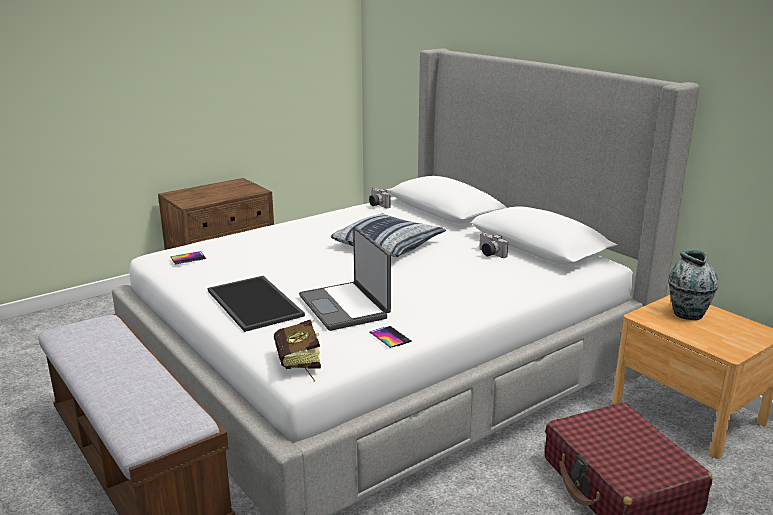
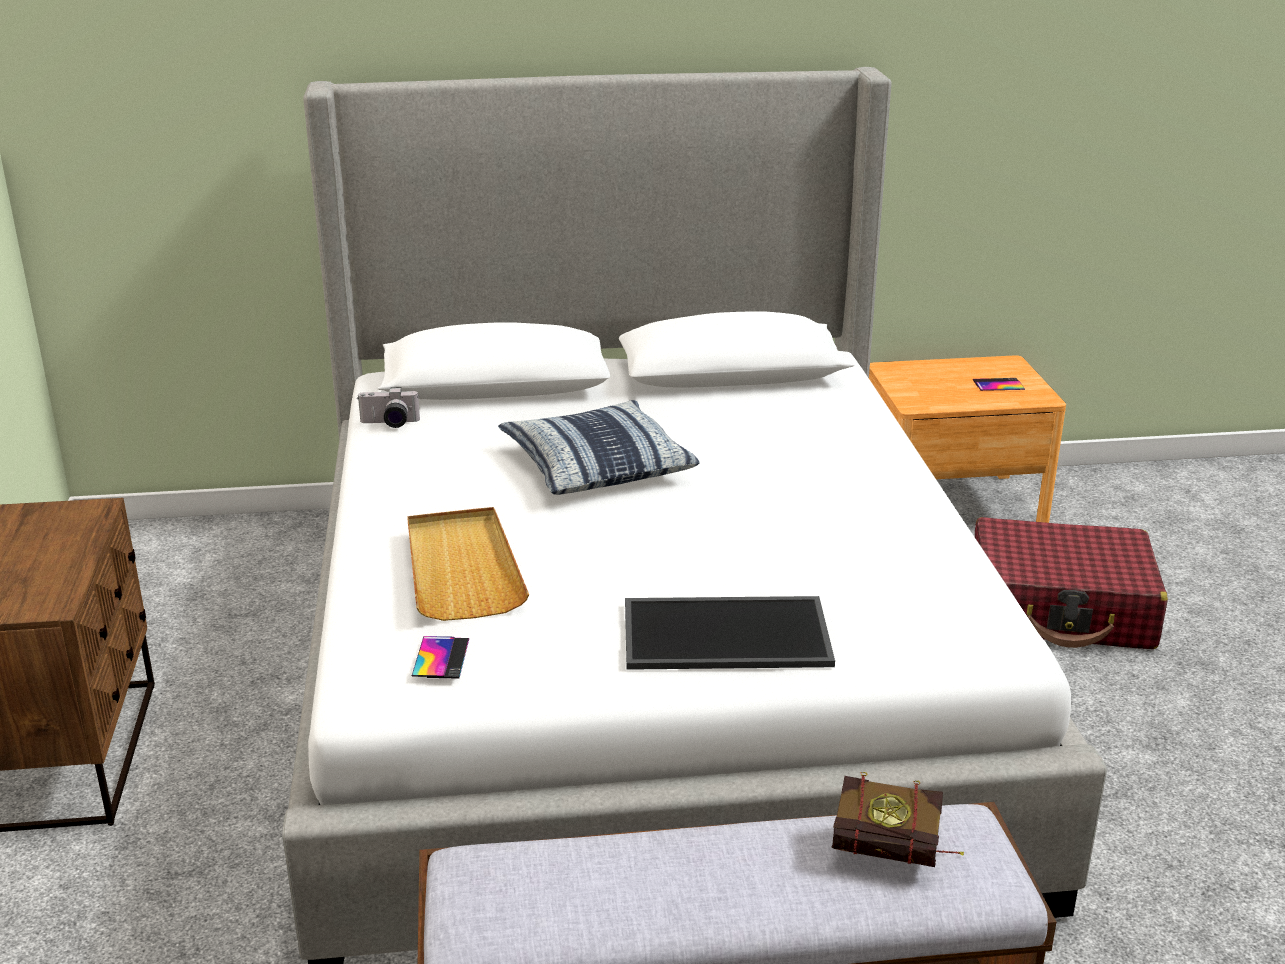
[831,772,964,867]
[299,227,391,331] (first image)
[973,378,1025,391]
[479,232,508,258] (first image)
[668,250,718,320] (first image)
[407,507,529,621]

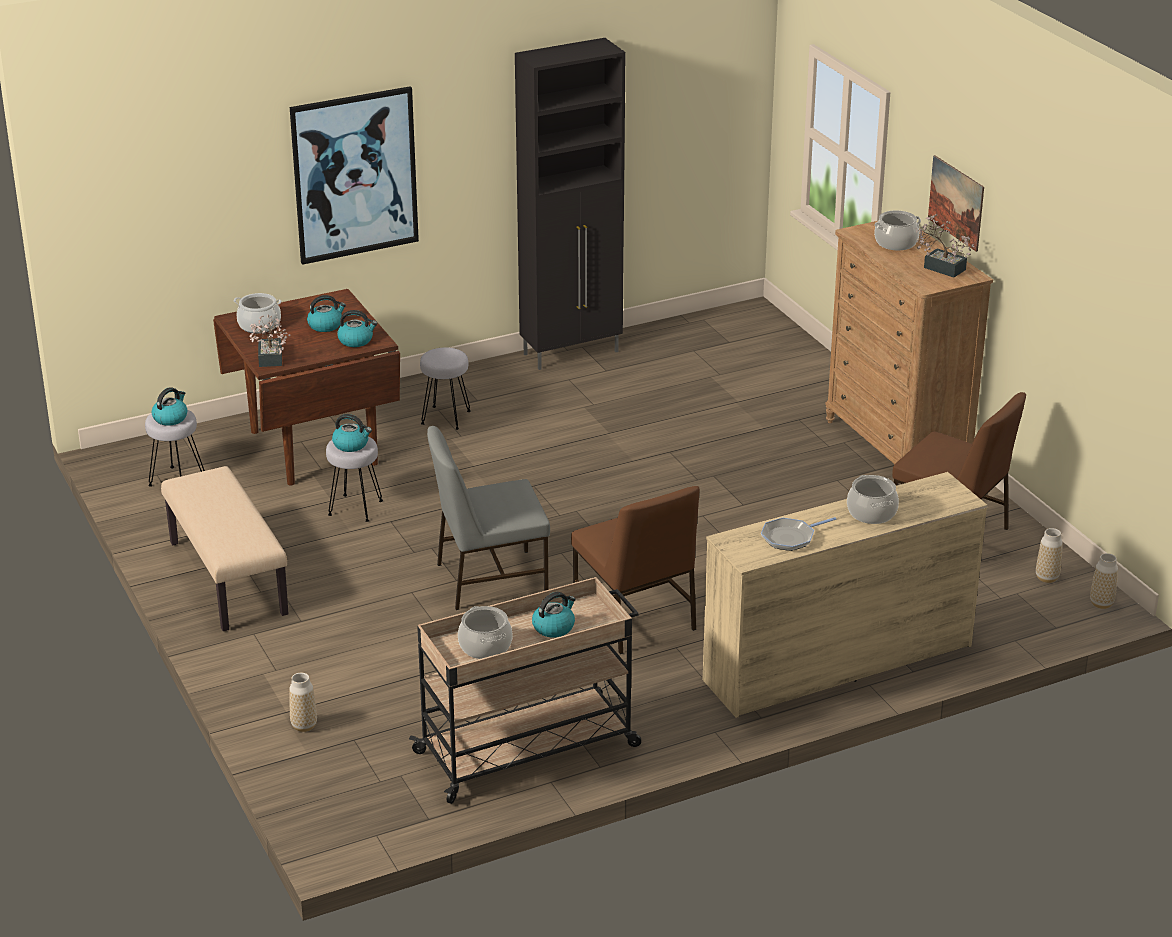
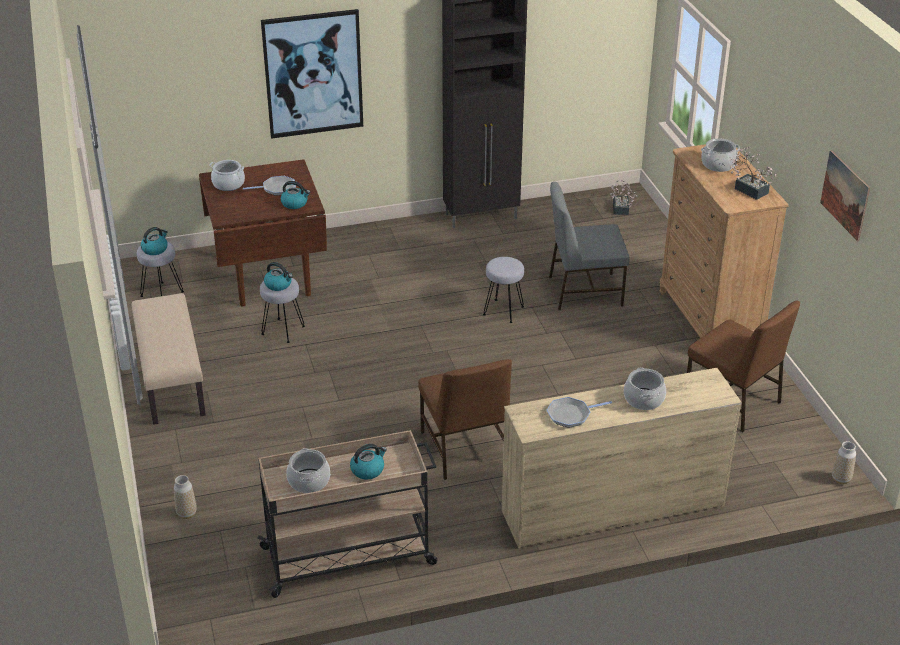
[610,180,637,215]
[243,176,296,196]
[483,257,524,323]
[549,182,629,310]
[820,150,870,242]
[1036,528,1063,583] (first image)

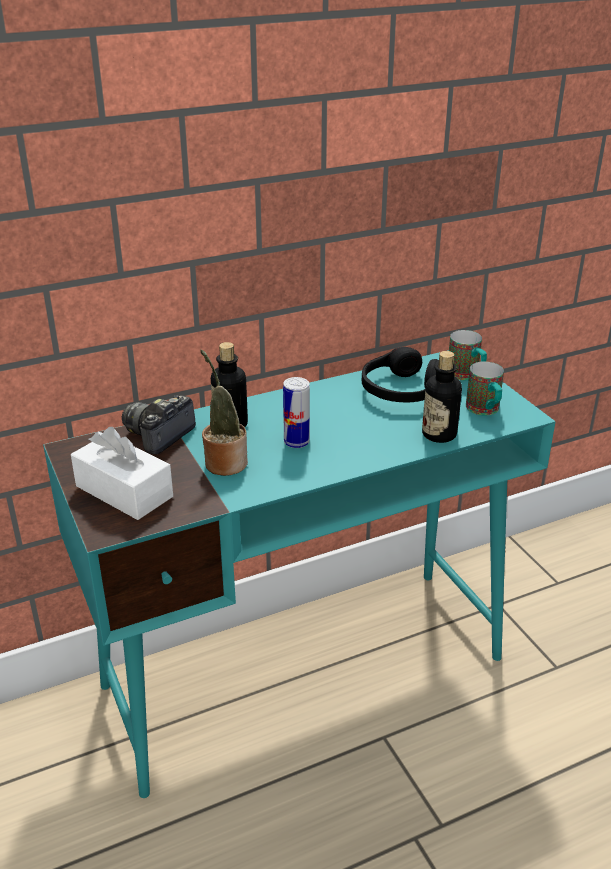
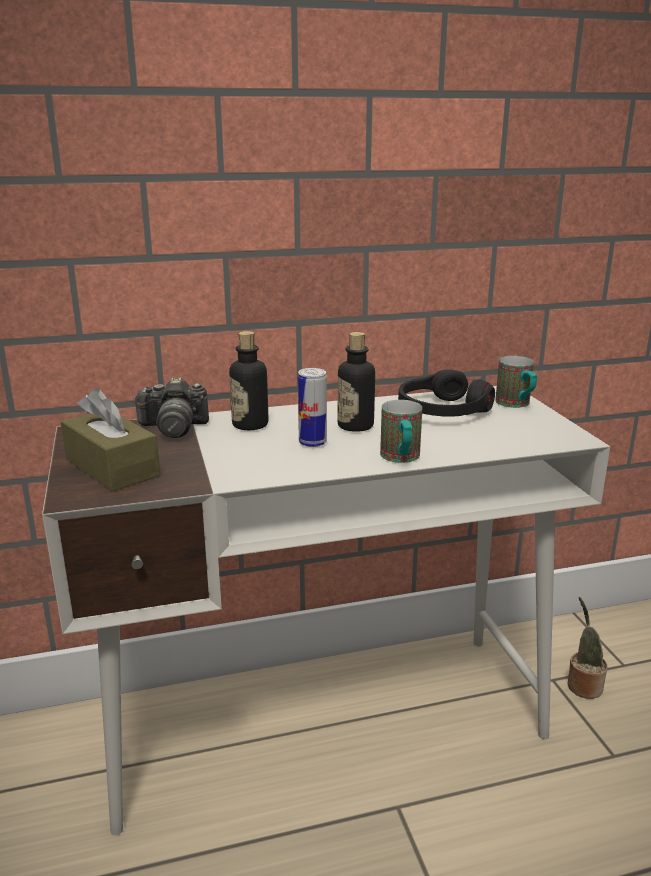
[42,386,610,836]
[61,388,160,491]
[133,377,209,438]
[568,597,607,699]
[338,332,375,432]
[380,400,422,463]

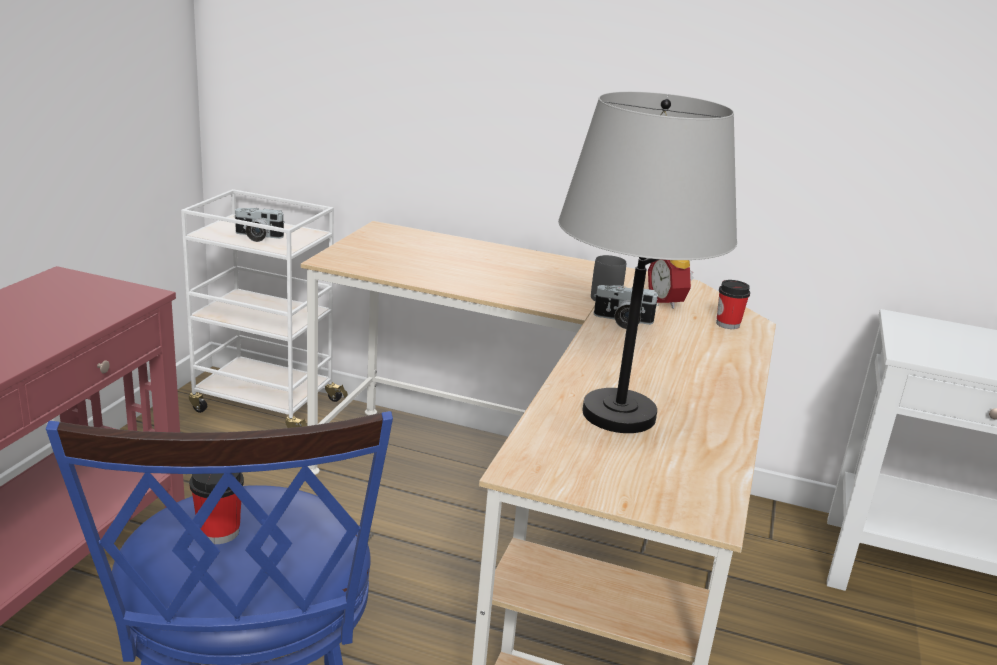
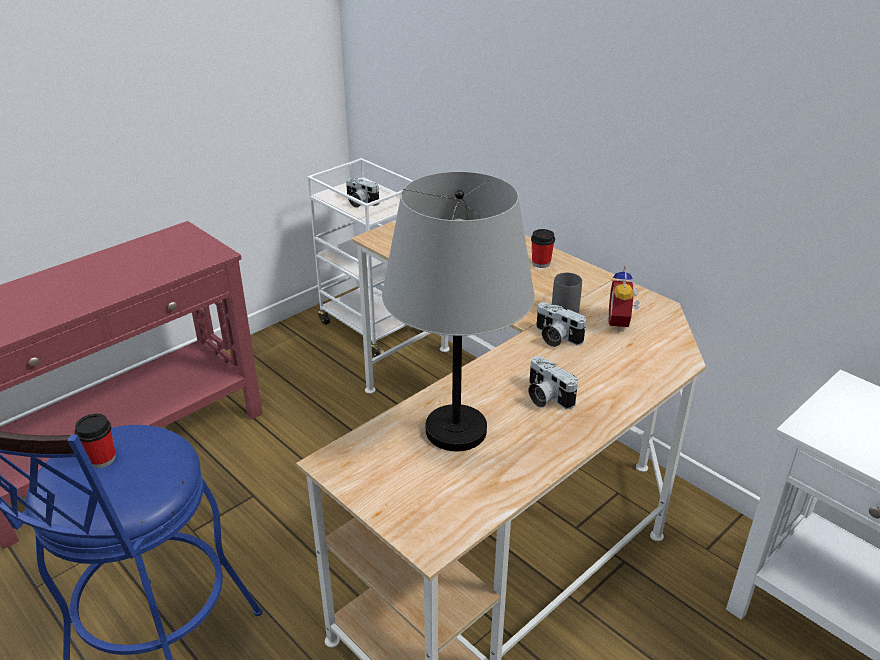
[531,229,555,268]
[528,356,578,409]

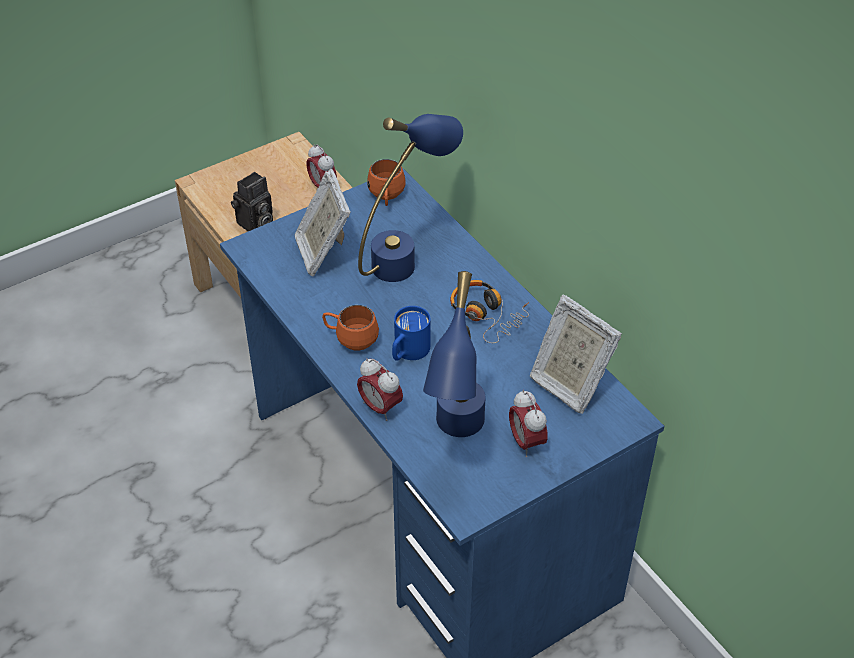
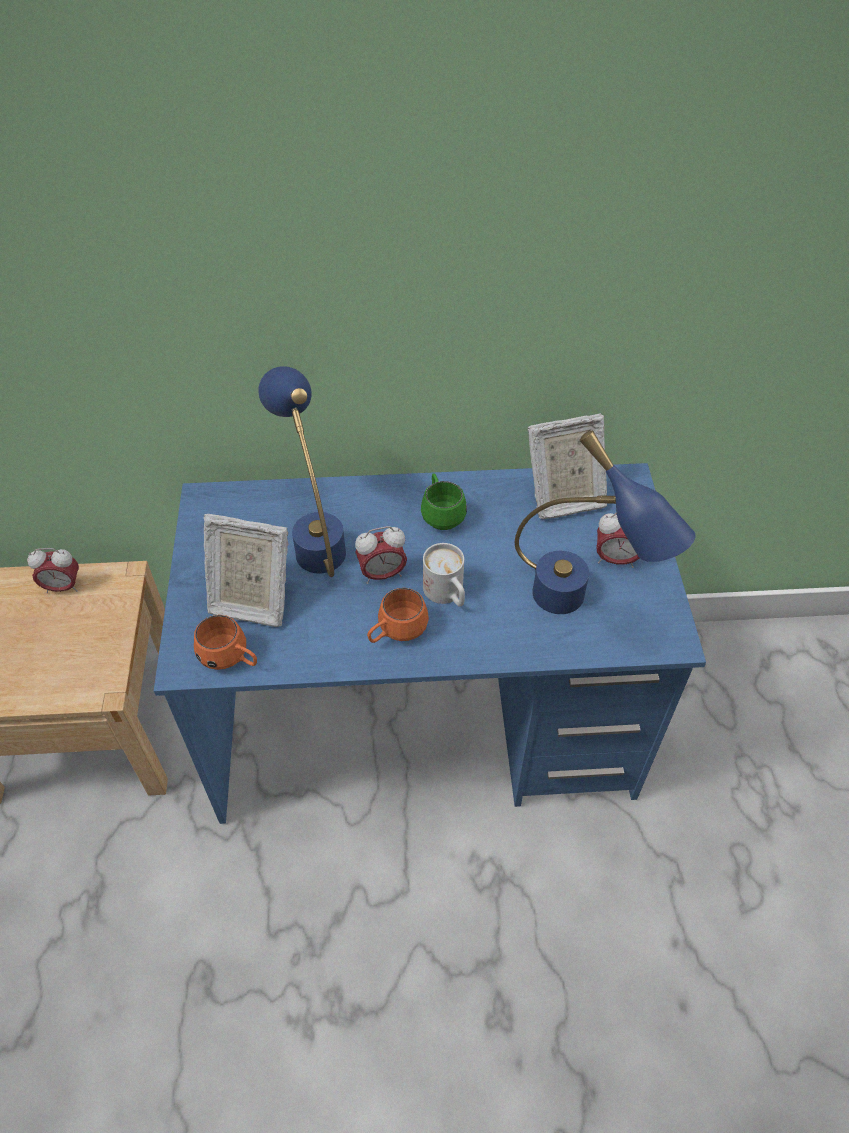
[231,172,273,231] (first image)
[355,526,407,584]
[194,615,257,670]
[423,543,465,607]
[421,473,467,530]

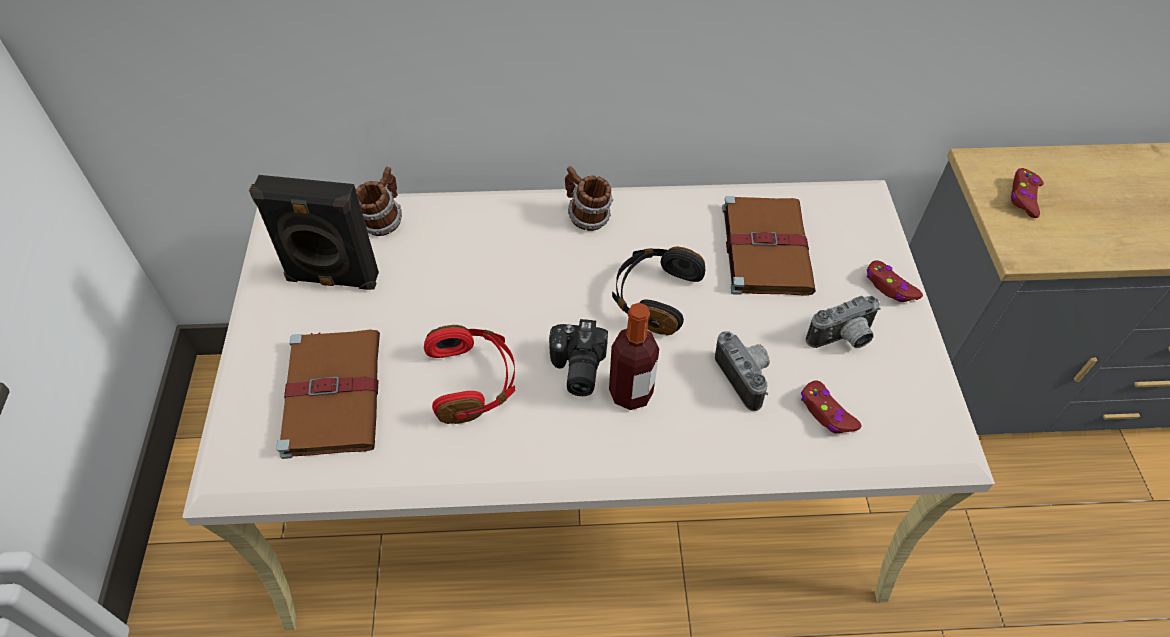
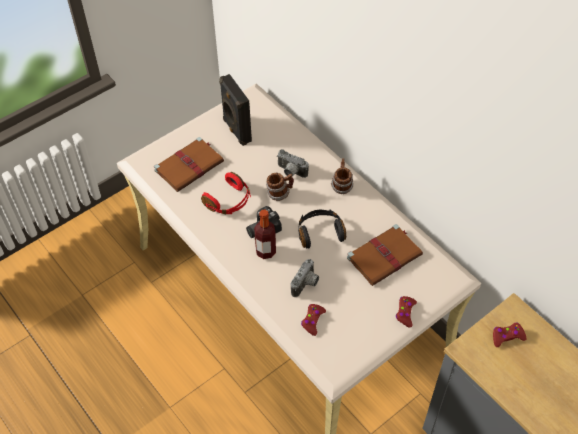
[266,173,294,201]
[277,149,309,178]

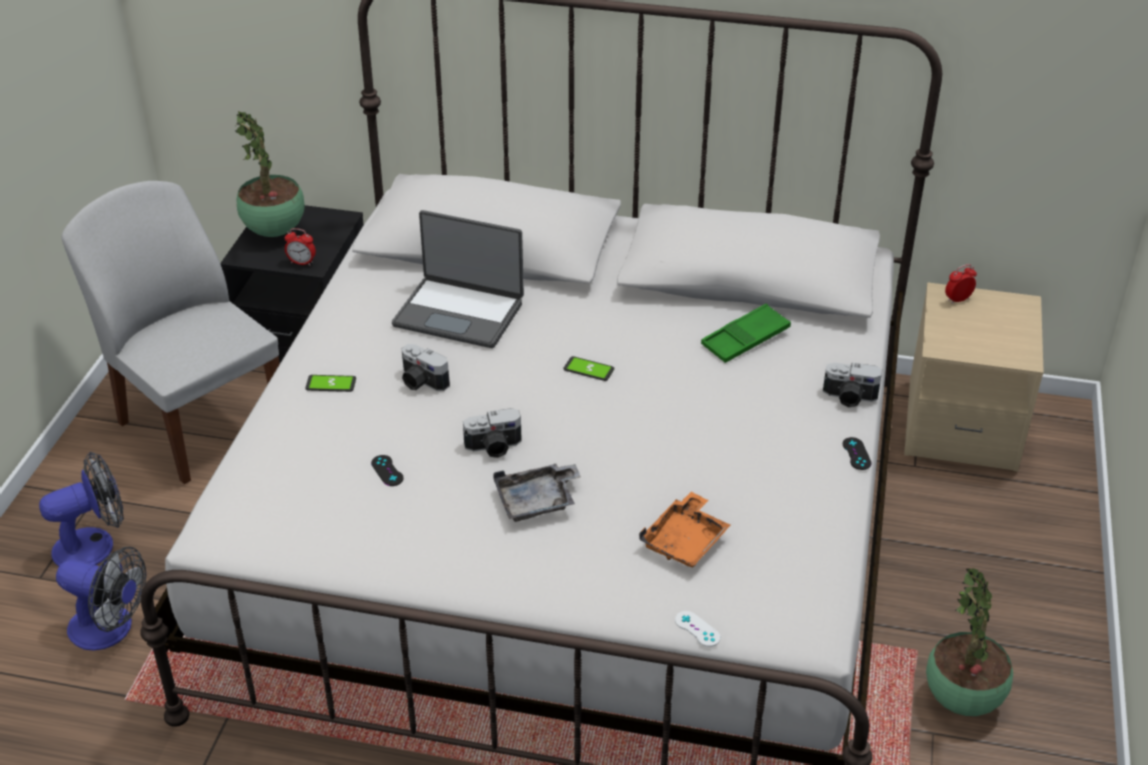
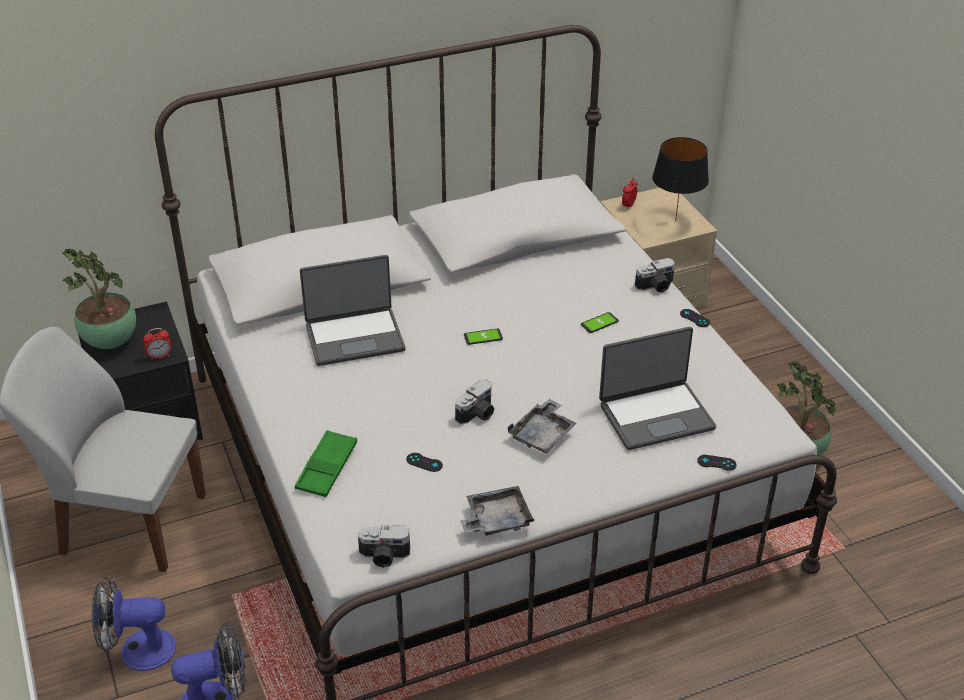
[92,577,176,671]
[581,312,619,333]
[358,525,410,568]
[599,327,716,450]
[697,455,737,471]
[295,430,357,497]
[461,486,534,536]
[652,137,709,222]

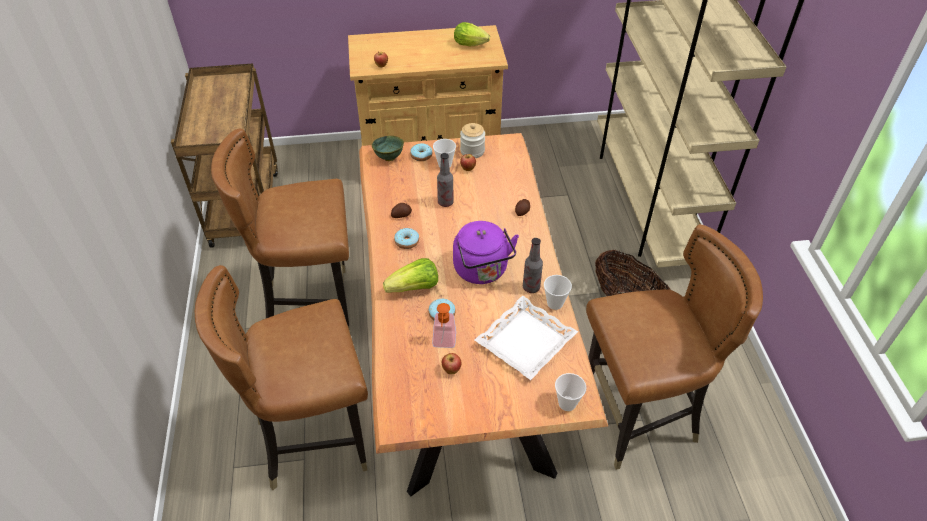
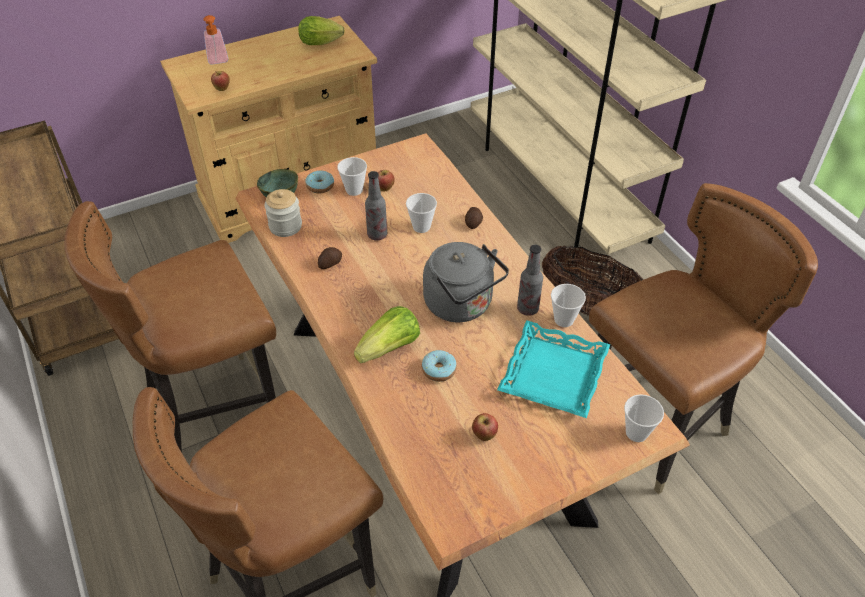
[394,228,419,249] (first image)
[203,15,228,65]
[423,242,509,322]
[265,189,302,237]
[497,320,610,418]
[406,193,437,233]

